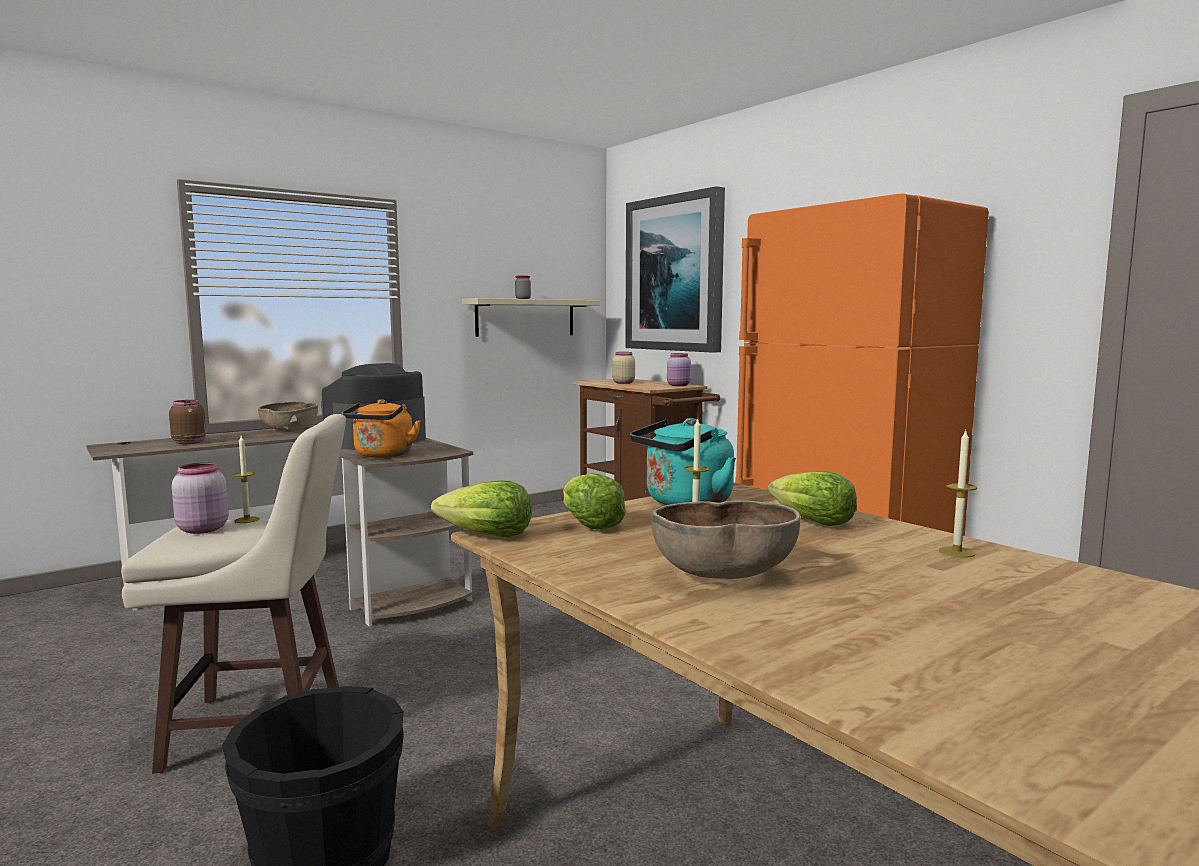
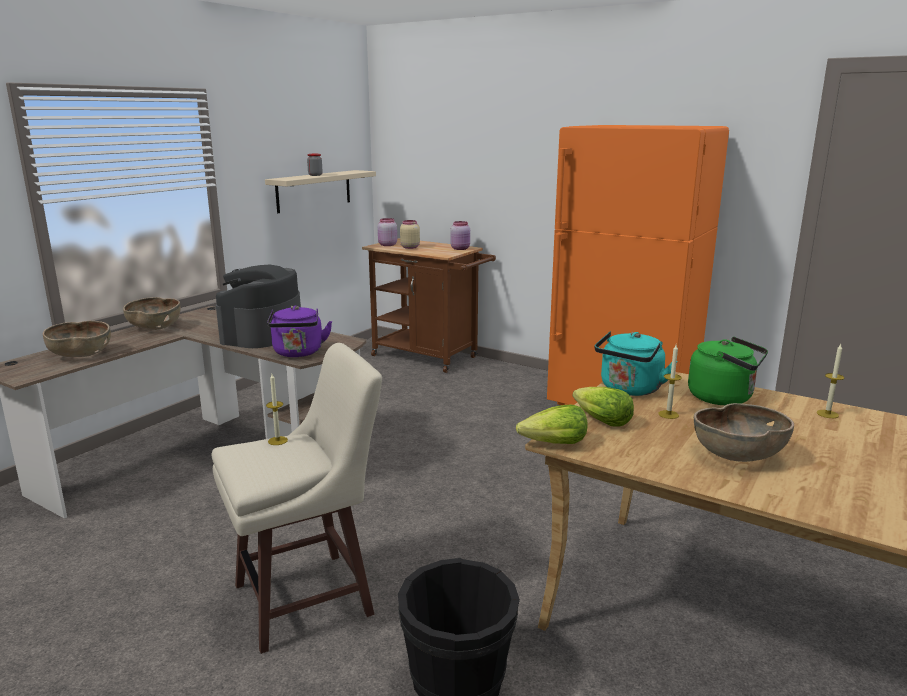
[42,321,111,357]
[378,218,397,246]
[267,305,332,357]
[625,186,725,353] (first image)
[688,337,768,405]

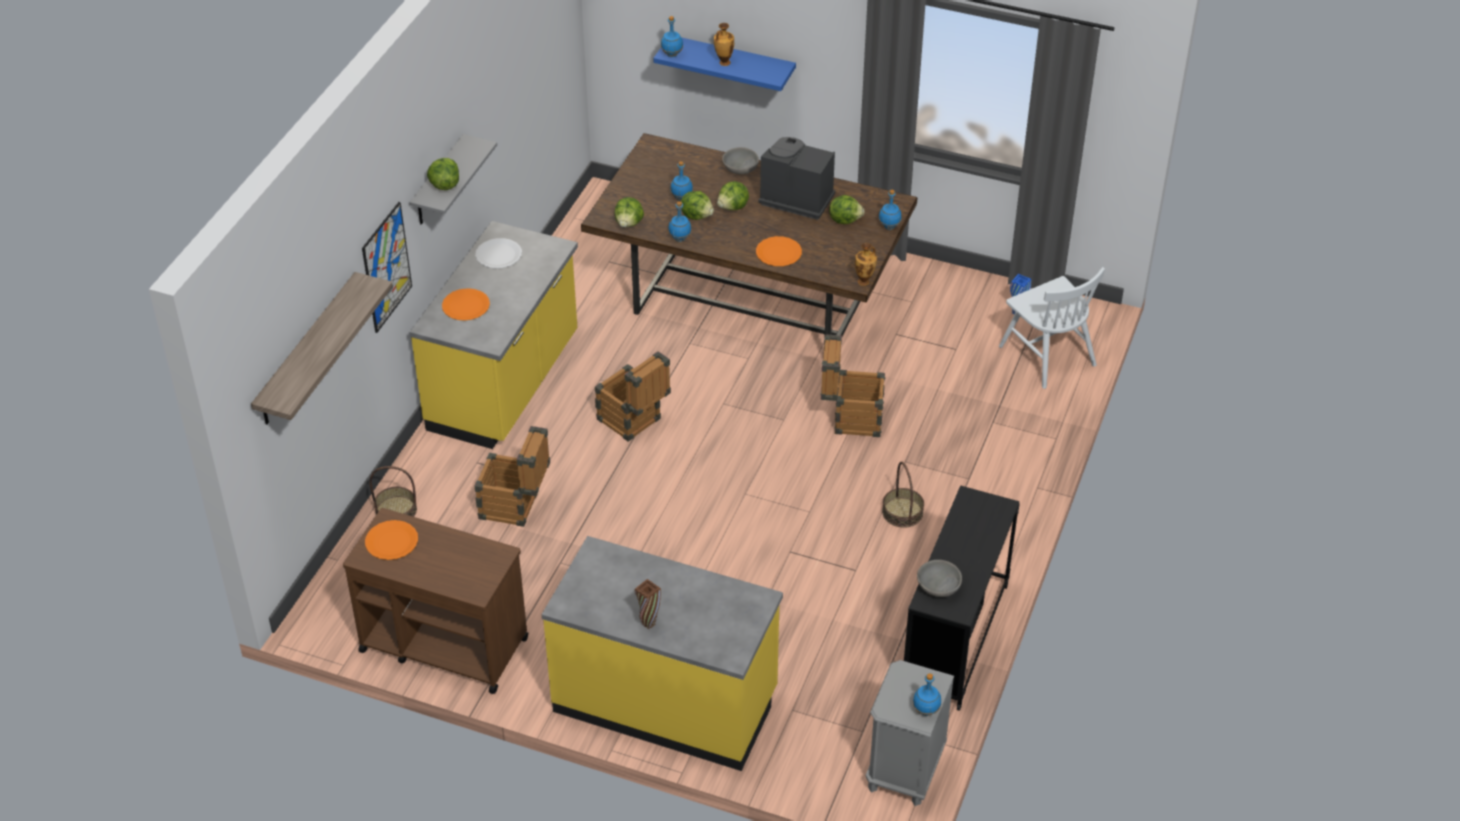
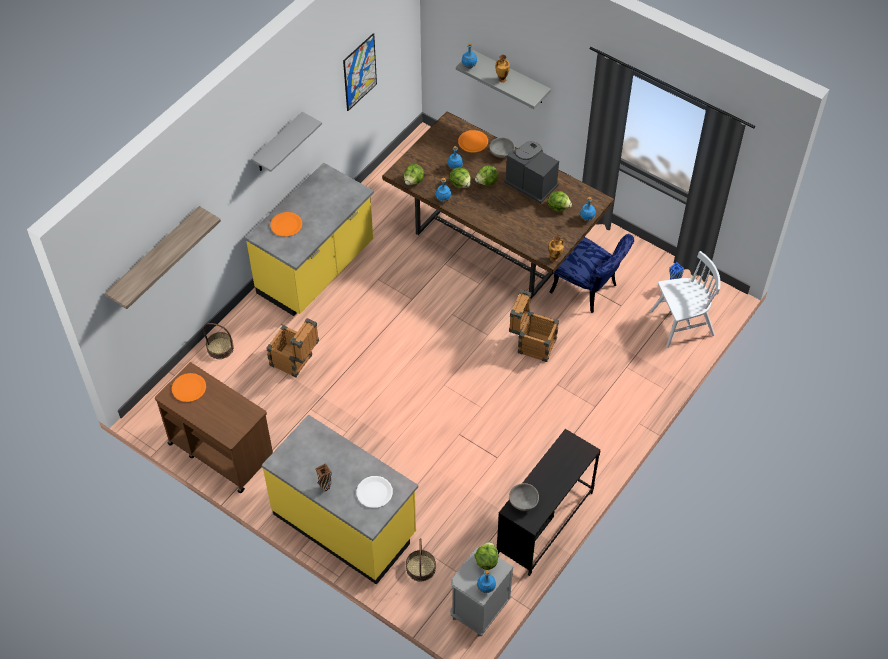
[343,33,377,111]
[474,542,498,570]
[357,476,393,508]
[595,352,671,442] (first image)
[456,50,551,109]
[458,130,488,152]
[406,538,436,581]
[650,251,720,348]
[549,234,634,313]

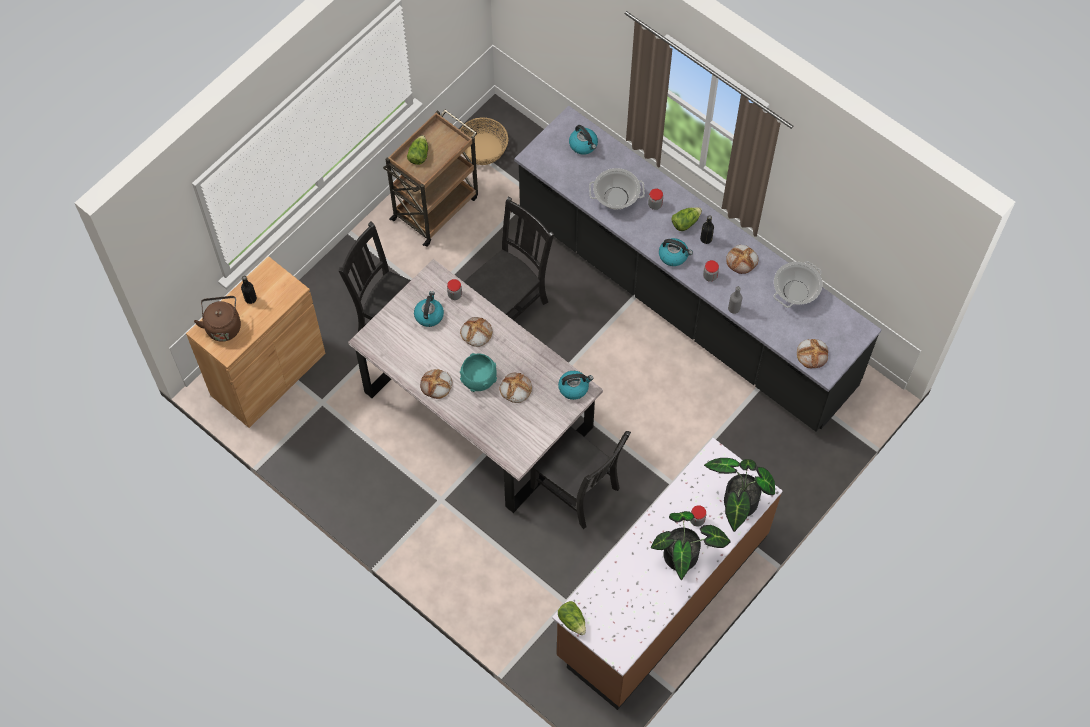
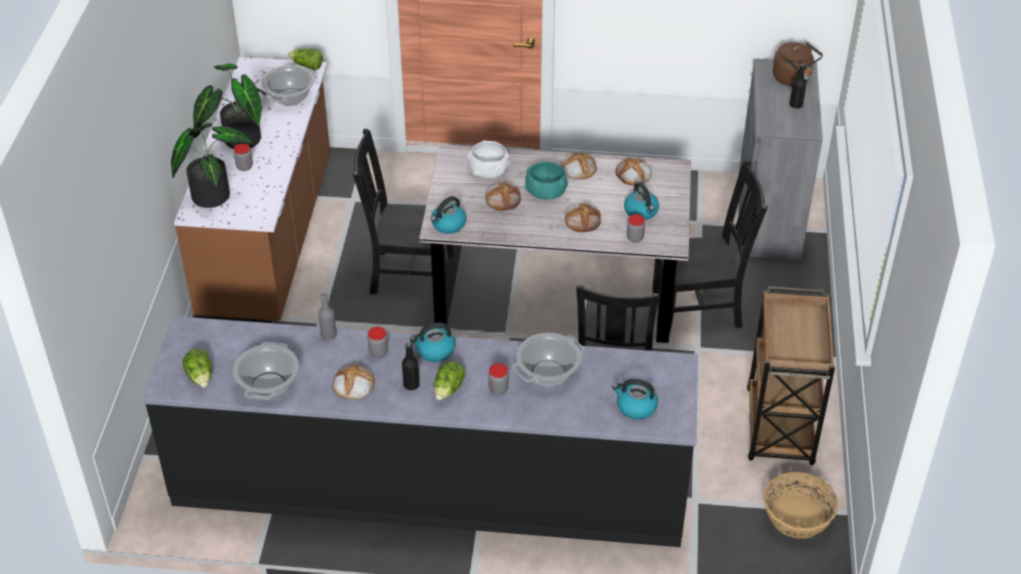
[738,58,823,260]
[183,349,212,388]
[615,158,652,186]
[261,65,315,106]
[468,141,510,179]

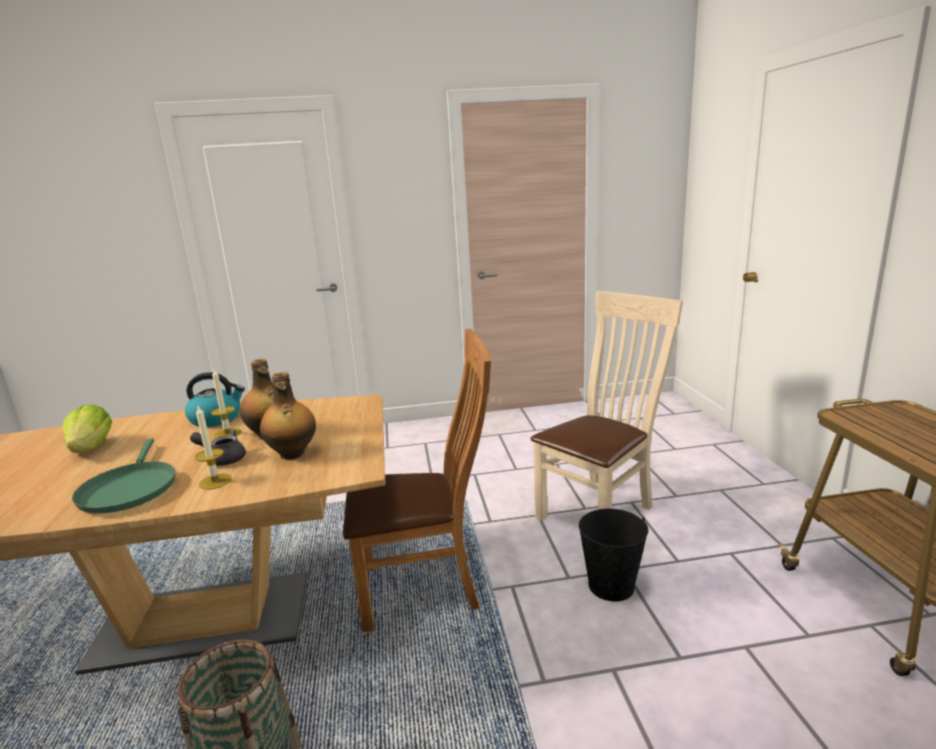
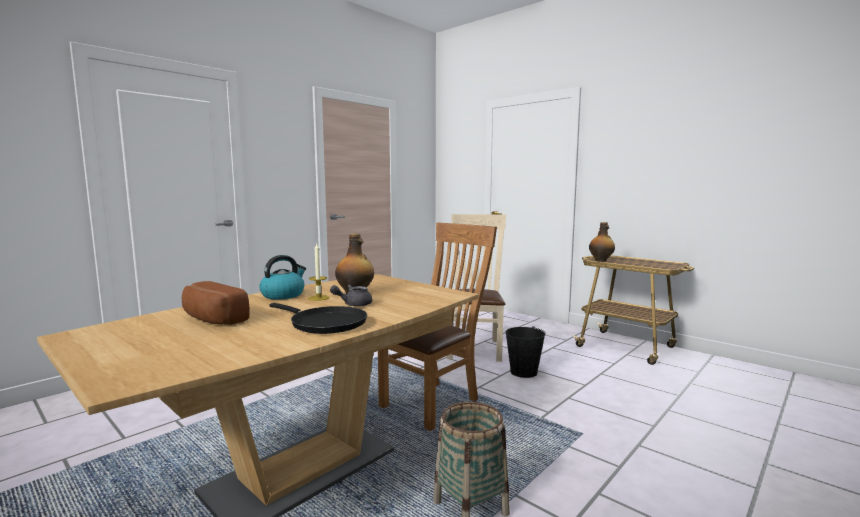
[182,281,250,325]
[270,303,367,334]
[195,406,232,490] (first image)
[589,222,615,261]

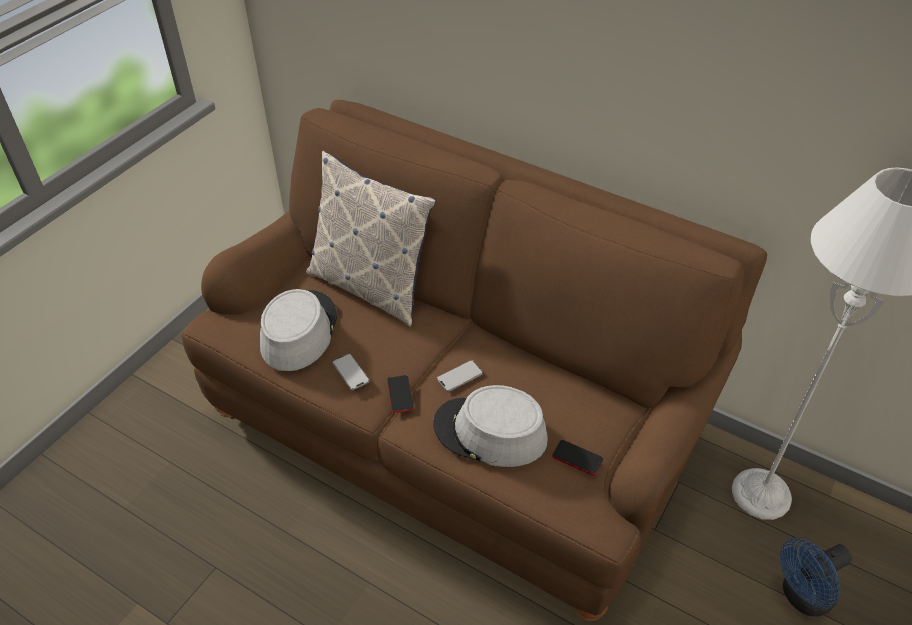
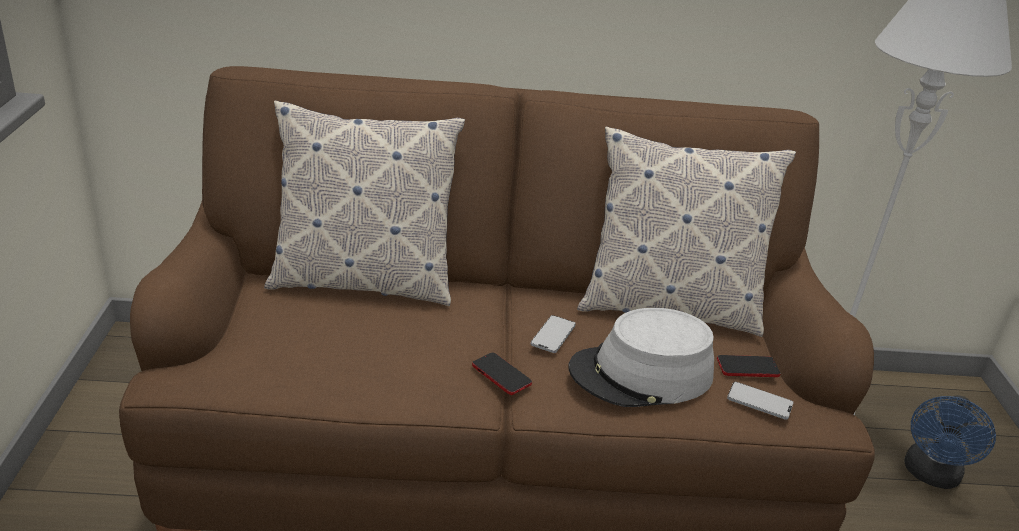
[260,289,337,371] (first image)
[727,382,793,420]
[577,126,796,337]

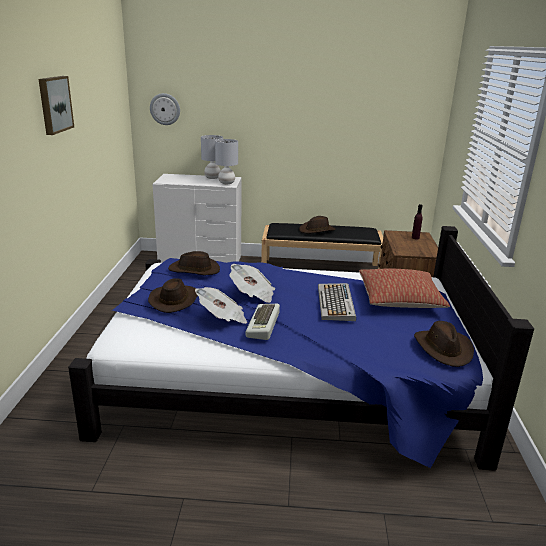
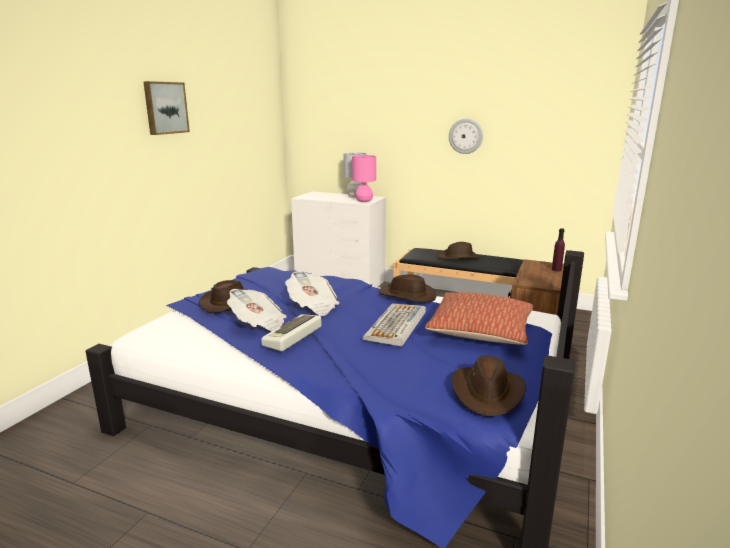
[449,119,483,154]
[378,274,436,302]
[352,155,376,202]

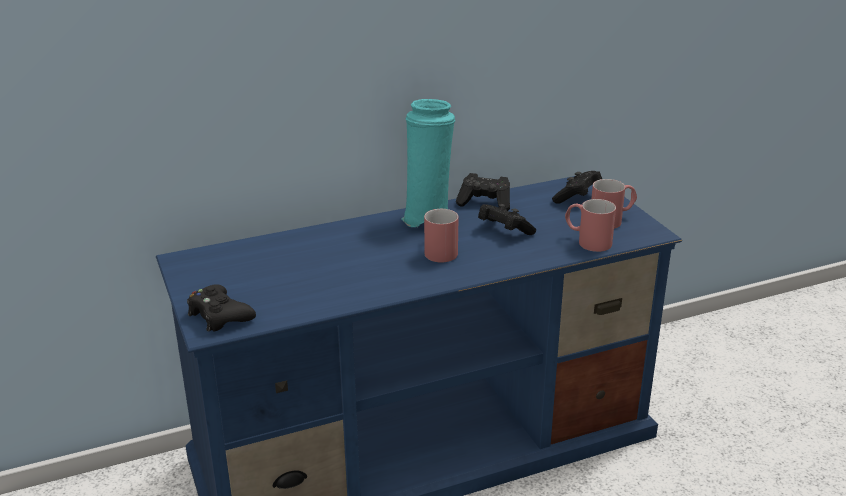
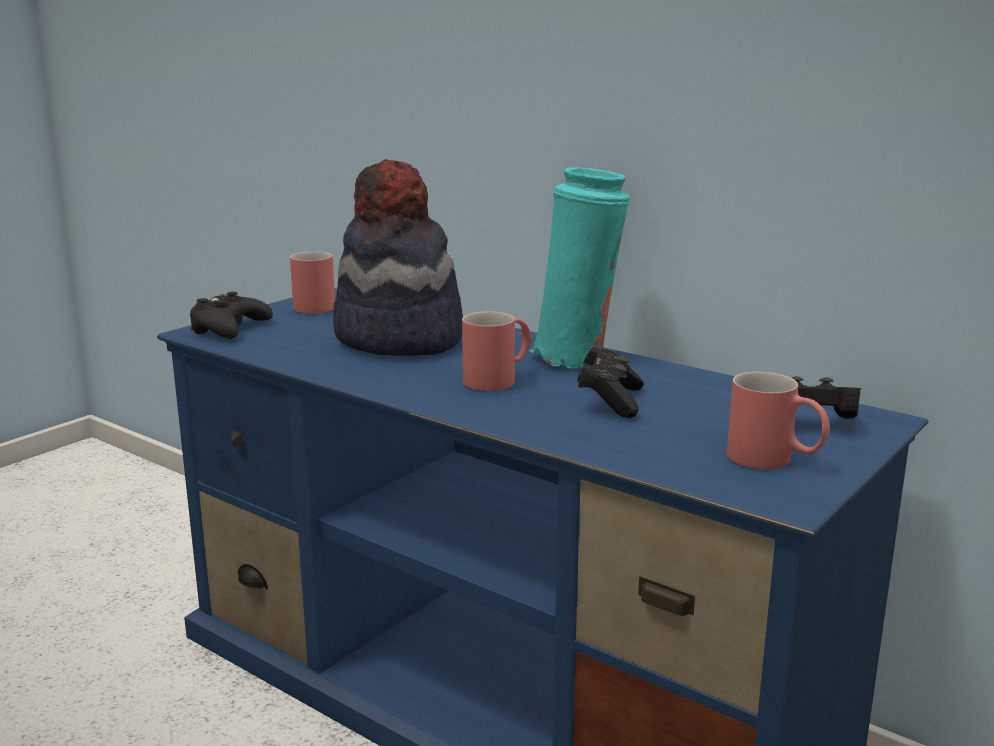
[456,173,510,211] (first image)
[290,251,335,314]
[333,159,463,356]

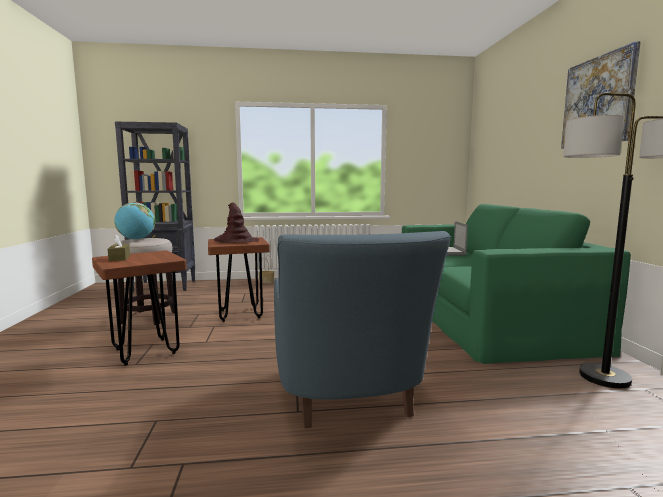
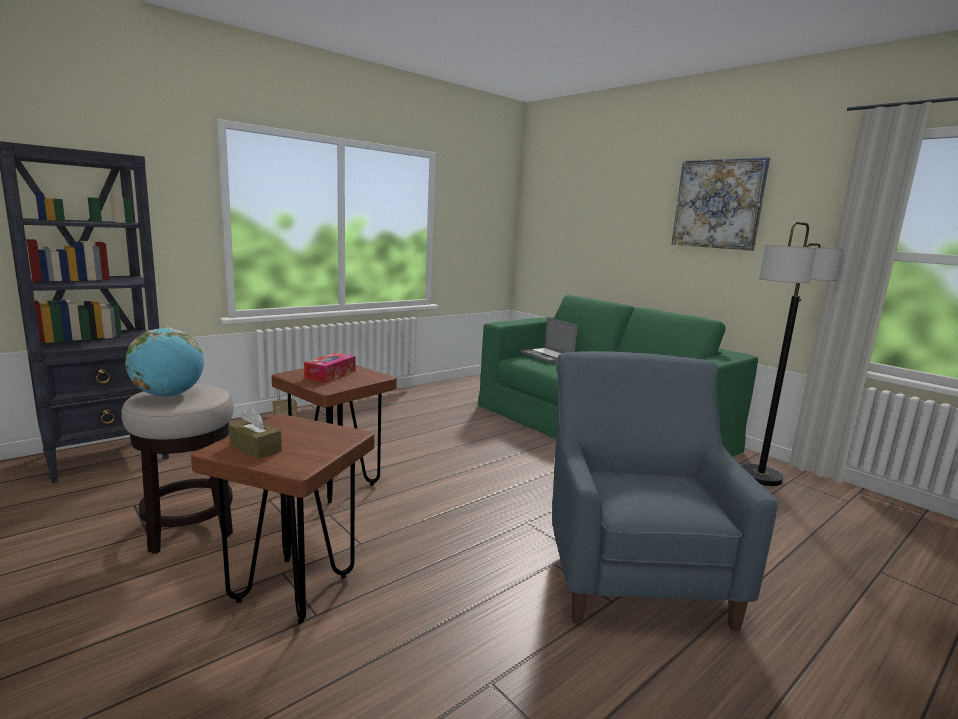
[304,353,355,383]
[552,351,778,631]

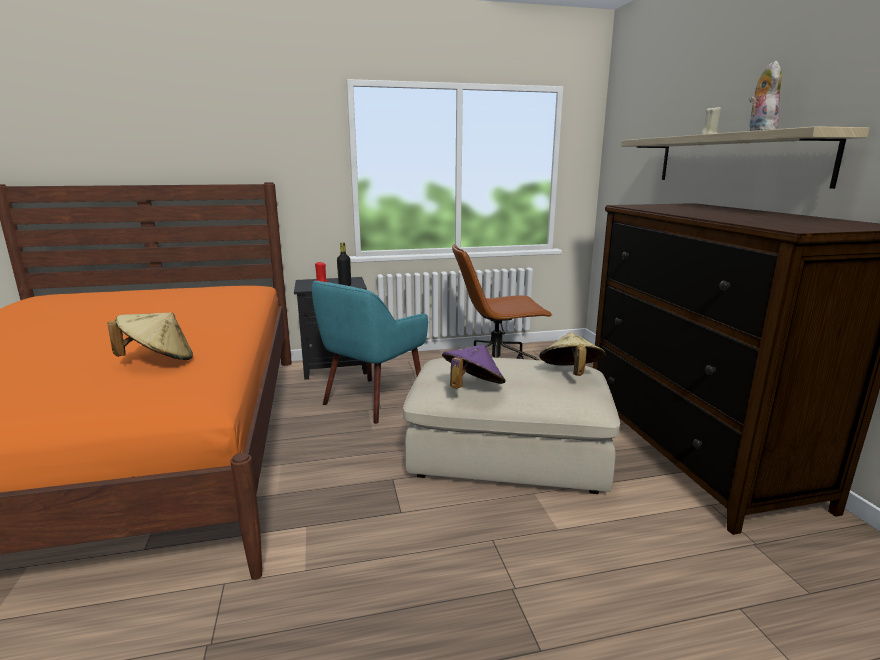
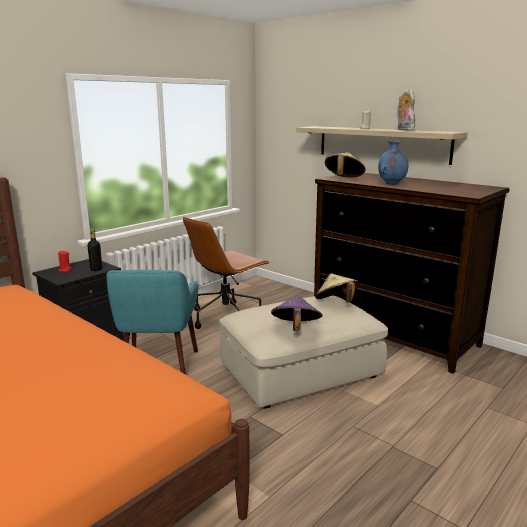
[325,152,366,177]
[378,141,408,184]

